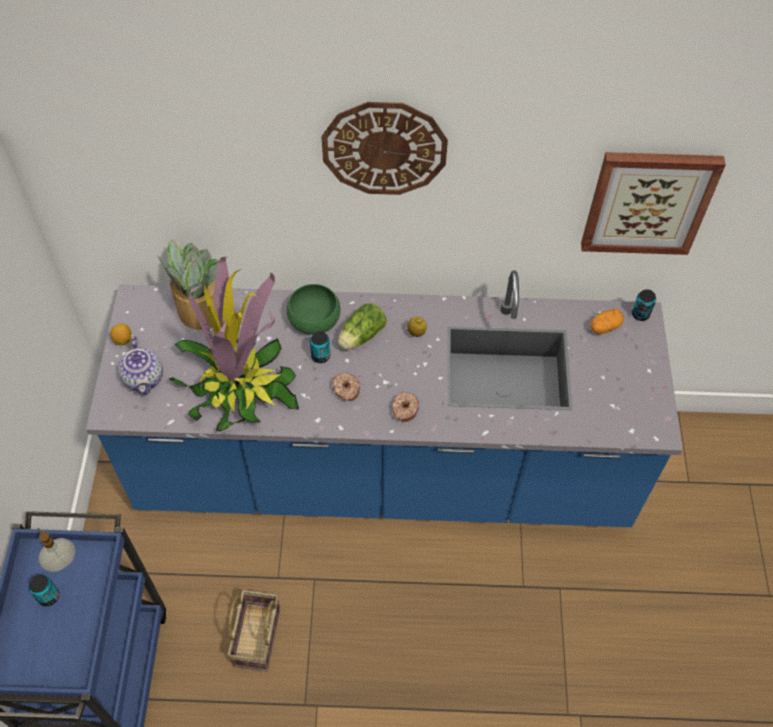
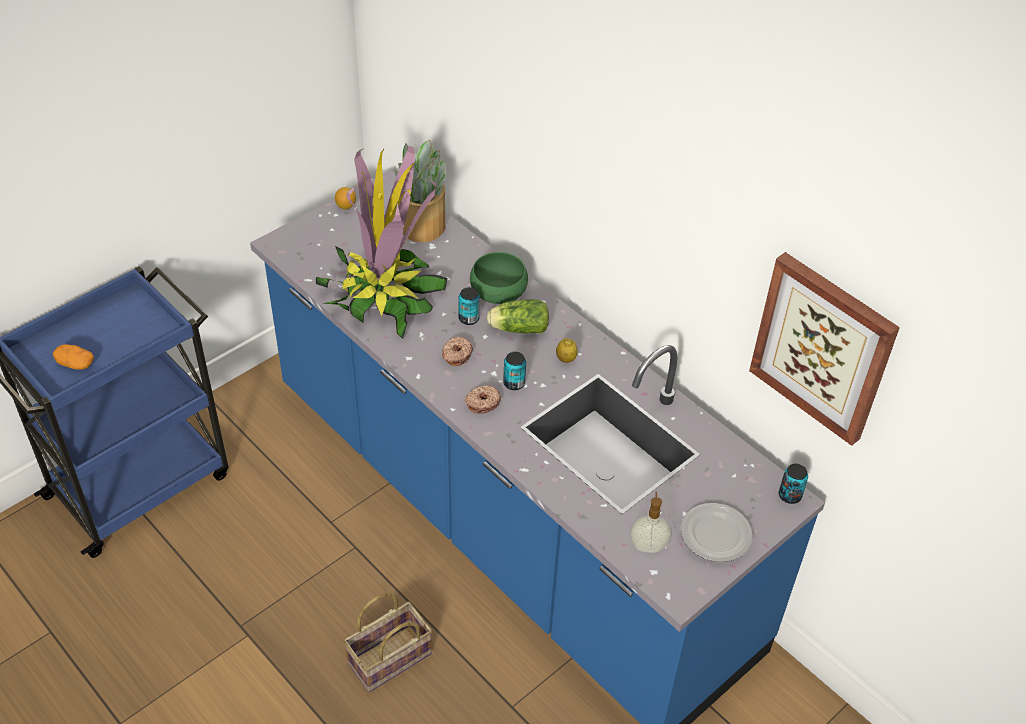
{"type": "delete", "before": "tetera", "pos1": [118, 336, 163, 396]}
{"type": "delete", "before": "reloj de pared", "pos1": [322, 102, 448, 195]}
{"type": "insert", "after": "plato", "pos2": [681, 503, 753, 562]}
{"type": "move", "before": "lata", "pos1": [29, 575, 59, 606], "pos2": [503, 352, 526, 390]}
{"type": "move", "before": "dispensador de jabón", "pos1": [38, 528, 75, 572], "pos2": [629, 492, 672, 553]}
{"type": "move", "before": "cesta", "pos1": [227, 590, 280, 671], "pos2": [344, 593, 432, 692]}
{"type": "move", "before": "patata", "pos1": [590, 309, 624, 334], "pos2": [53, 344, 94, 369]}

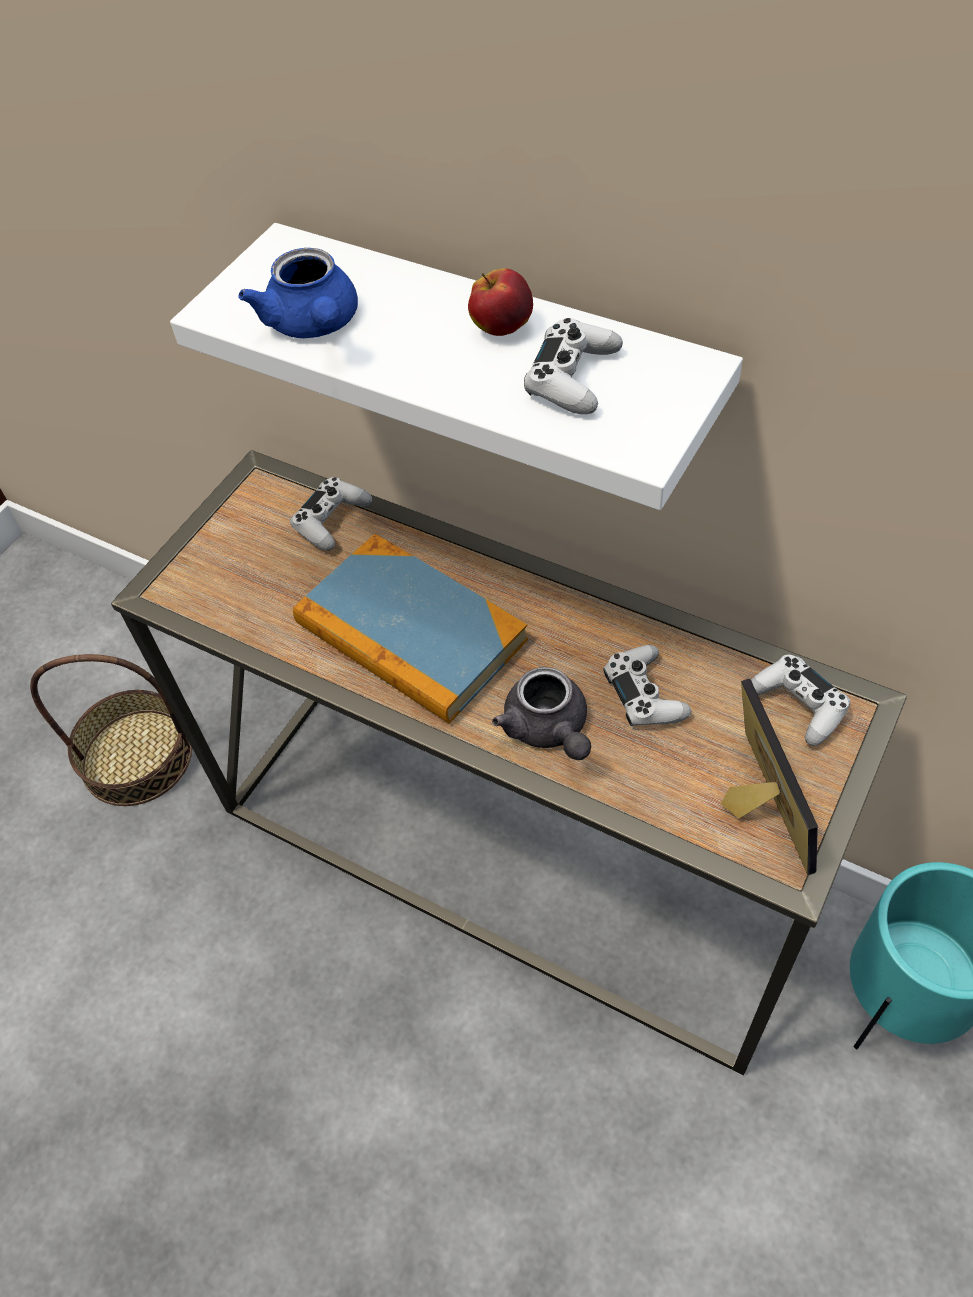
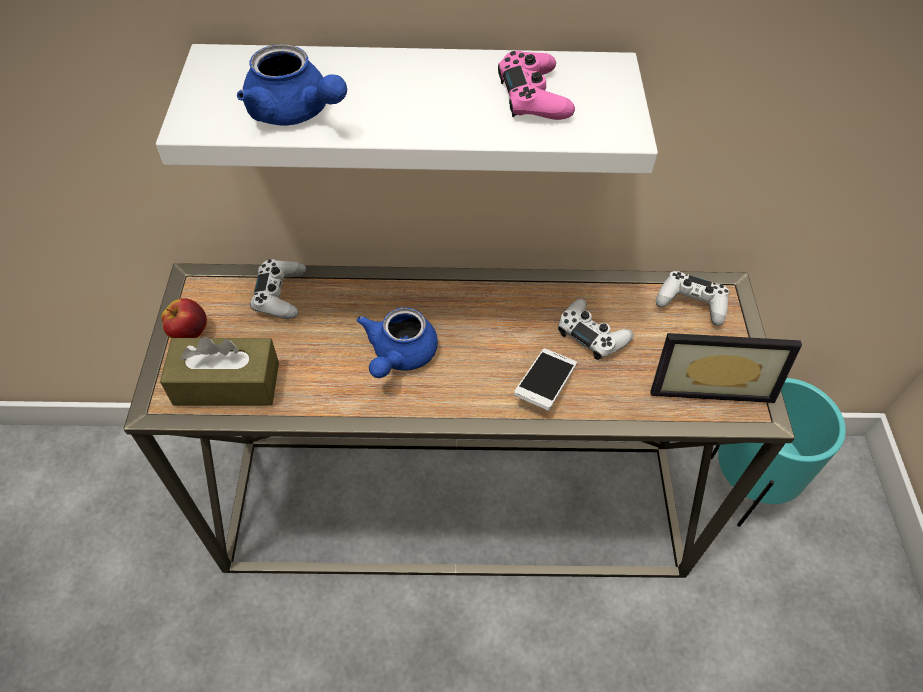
{"type": "delete", "before": "cesta", "pos1": [30, 654, 192, 806]}
{"type": "insert", "after": "caja de pañuelos/marrón", "pos2": [160, 337, 279, 406]}
{"type": "move", "before": "manzana", "pos1": [468, 268, 533, 336], "pos2": [161, 298, 207, 338]}
{"type": "replace", "before": "libro", "after": "tetera/azul", "pos1": [293, 534, 528, 724], "pos2": [356, 307, 438, 378]}
{"type": "replace", "before": "tetera/gris", "after": "móvil", "pos1": [492, 667, 591, 760], "pos2": [514, 348, 577, 410]}
{"type": "recolor", "before": "mando de consola/blanco", "after": "mando de consola/rosa", "pos1": [524, 318, 623, 414], "pos2": [498, 51, 575, 120]}
{"type": "rotate", "before": "portarretratos", "pos1": [721, 679, 818, 875], "pos2": [650, 333, 802, 403], "turn": 135}

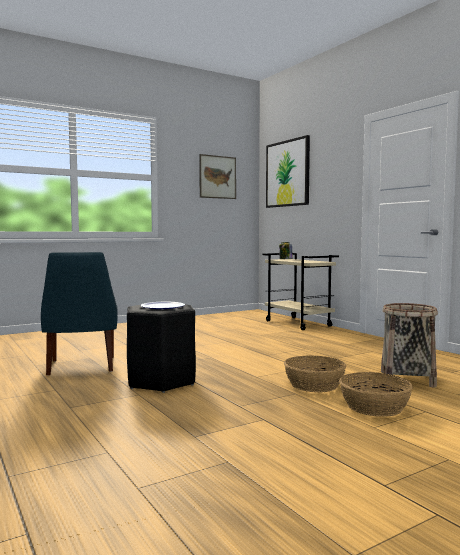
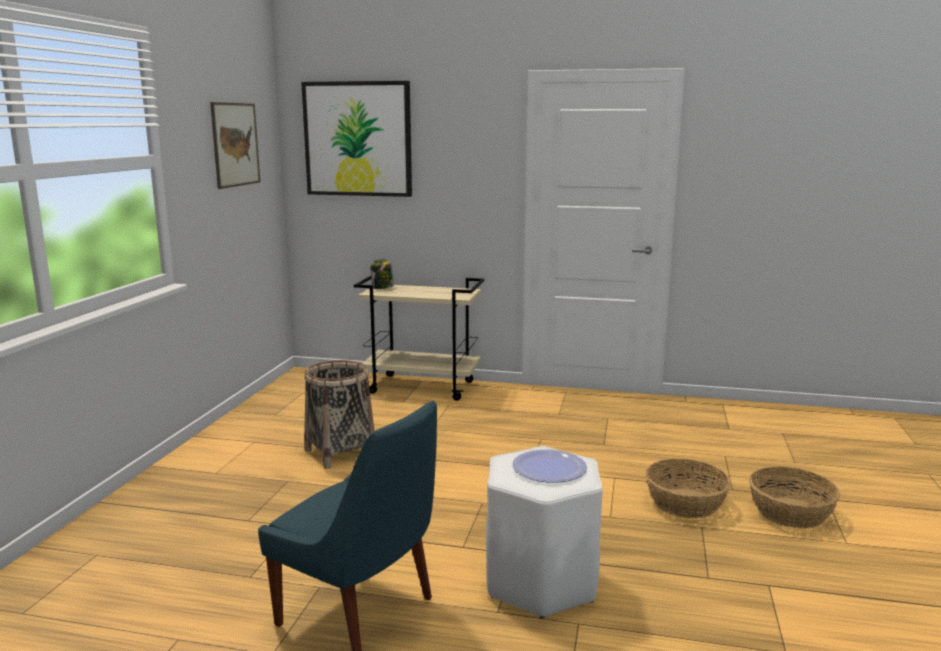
{"type": "move", "before": "cesta", "pos1": [381, 303, 438, 388], "pos2": [304, 360, 374, 469]}
{"type": "recolor", "before": "taburete/negro", "after": "taburete/blanco", "pos1": [127, 304, 196, 393], "pos2": [486, 446, 603, 619]}

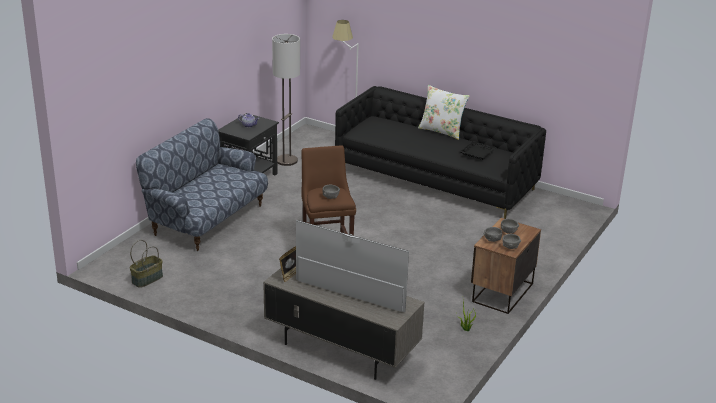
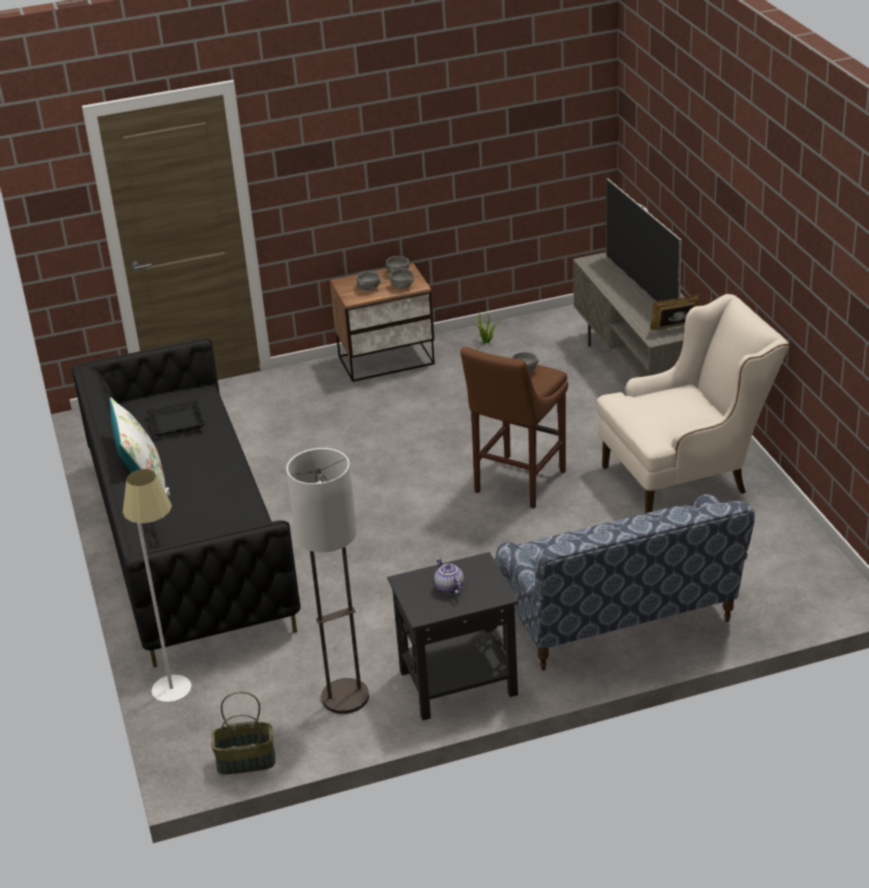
{"type": "insert", "after": "sillón/beis", "pos2": [597, 294, 790, 513]}
{"type": "move", "before": "cesta", "pos1": [130, 240, 163, 288], "pos2": [211, 692, 275, 775]}

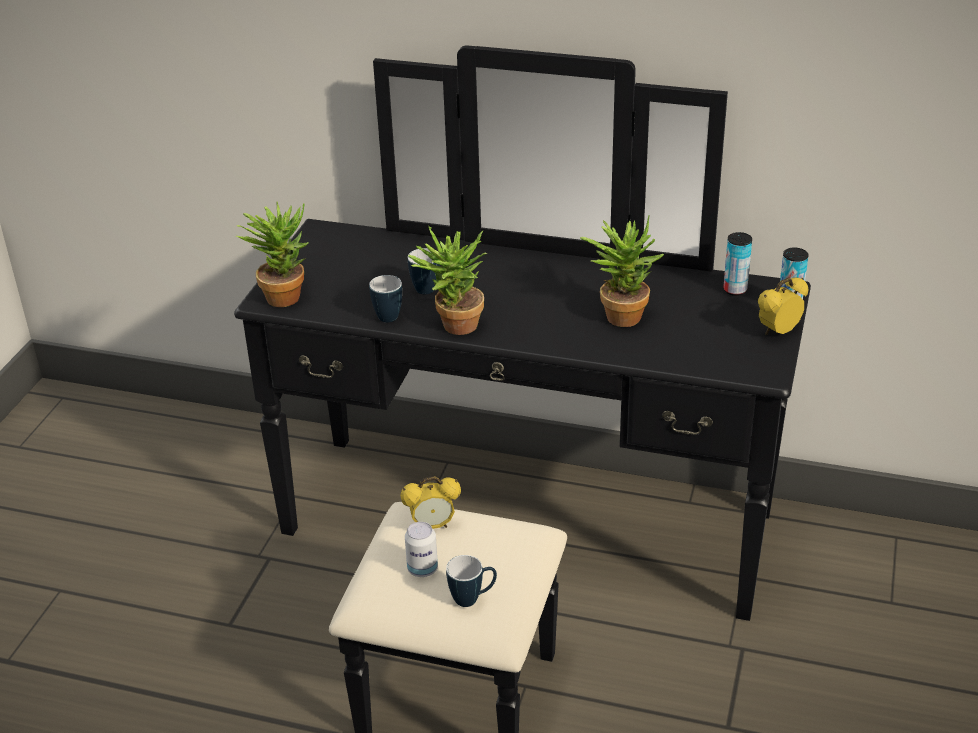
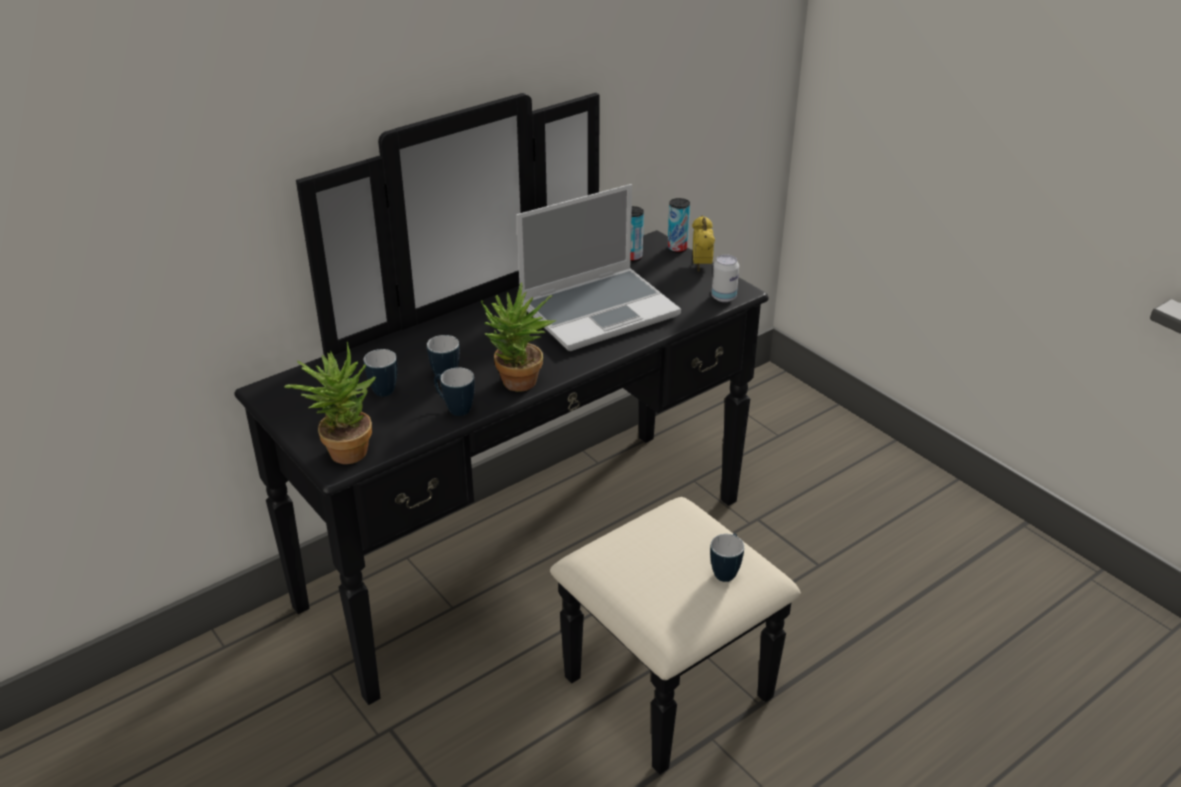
{"type": "delete", "before": "despertador", "pos1": [400, 476, 461, 529]}
{"type": "insert", "after": "taza grande", "pos2": [363, 349, 397, 397]}
{"type": "move", "before": "lata", "pos1": [405, 522, 438, 577], "pos2": [711, 254, 739, 302]}
{"type": "replace", "before": "planta en maceta", "after": "portátil", "pos1": [580, 216, 664, 327], "pos2": [517, 184, 681, 351]}

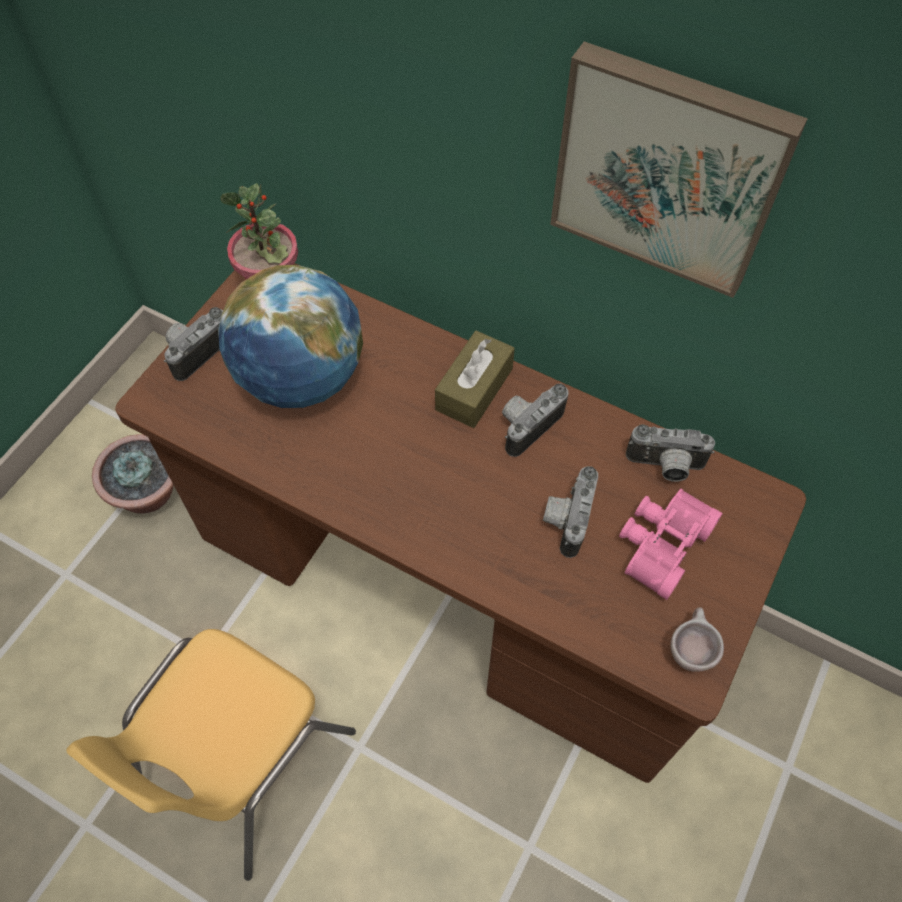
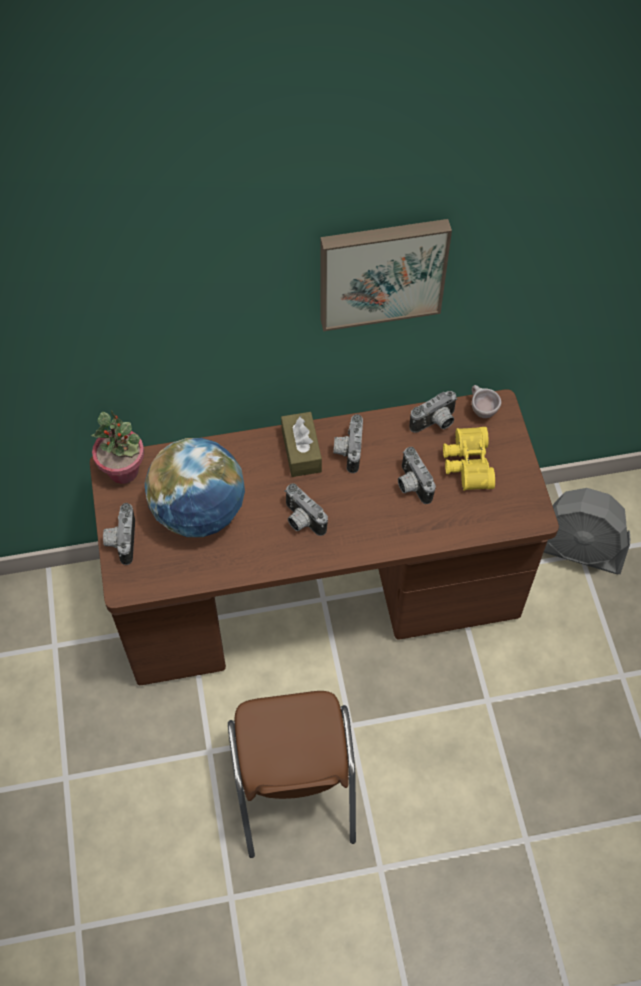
{"type": "delete", "before": "planta en maceta", "pos1": [92, 434, 174, 514]}
{"type": "insert", "after": "cámara", "pos2": [285, 483, 328, 536]}
{"type": "insert", "after": "ventilador/gris", "pos2": [543, 488, 630, 574]}
{"type": "move", "before": "taza/beis", "pos1": [670, 607, 724, 672], "pos2": [472, 385, 501, 418]}
{"type": "recolor", "before": "silla/amarillo", "after": "silla/marrón", "pos1": [66, 629, 356, 881], "pos2": [228, 691, 356, 858]}
{"type": "recolor", "before": "prismáticos/rosa", "after": "prismáticos/amarillo", "pos1": [619, 489, 723, 600], "pos2": [443, 427, 495, 491]}

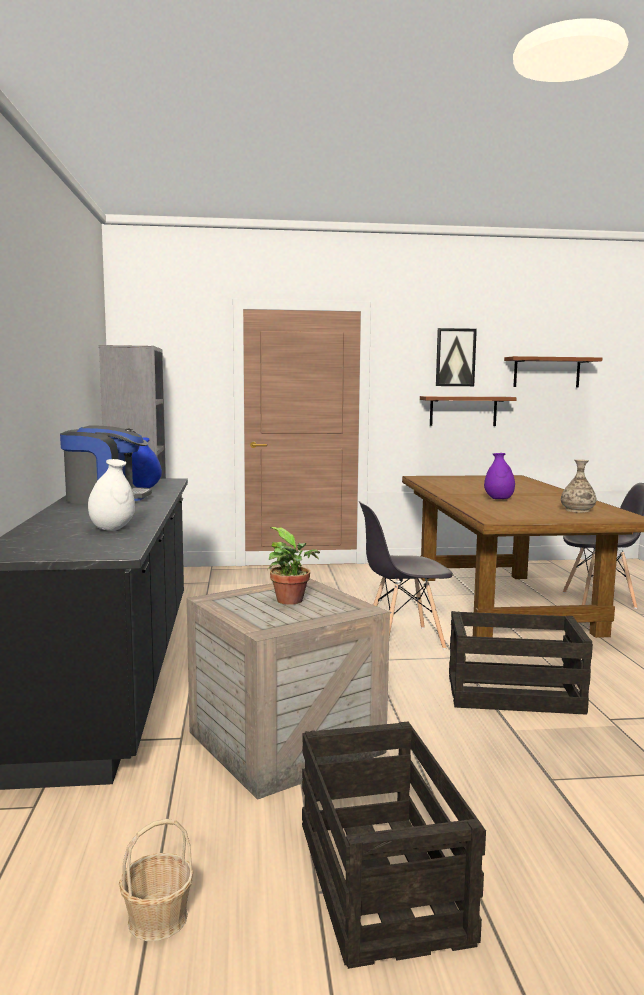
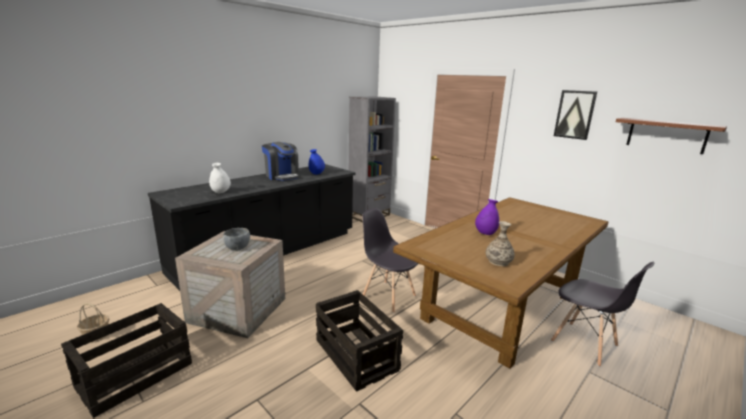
{"type": "delete", "before": "estante/marrón", "pos1": [420, 396, 517, 426]}
{"type": "replace", "before": "planta en maceta", "after": "cuenco/gris", "pos1": [267, 527, 320, 605], "pos2": [223, 228, 250, 251]}

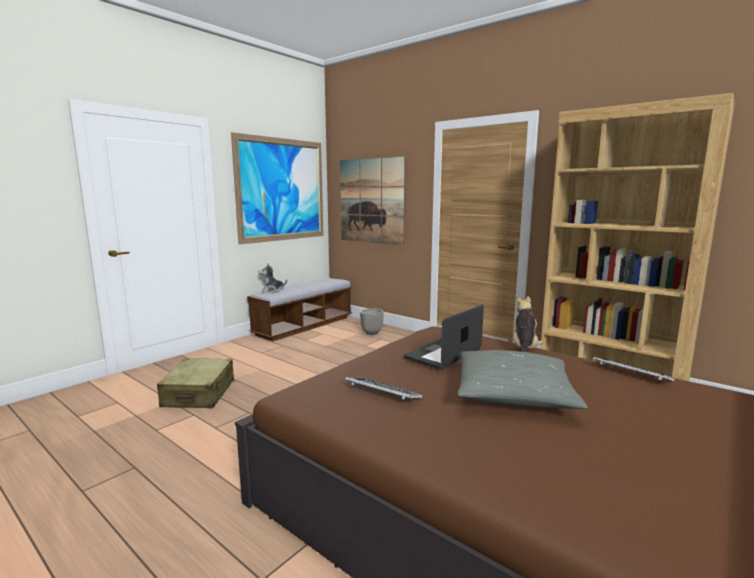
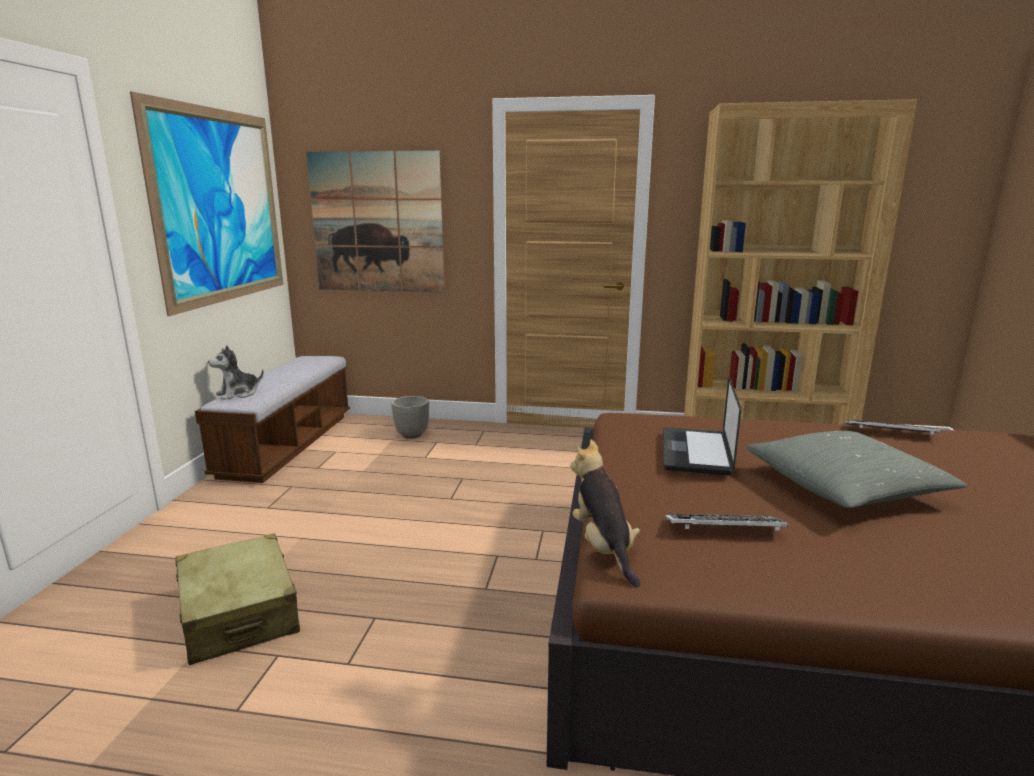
{"type": "move", "before": "peluche", "pos1": [513, 296, 543, 352], "pos2": [570, 439, 640, 587]}

